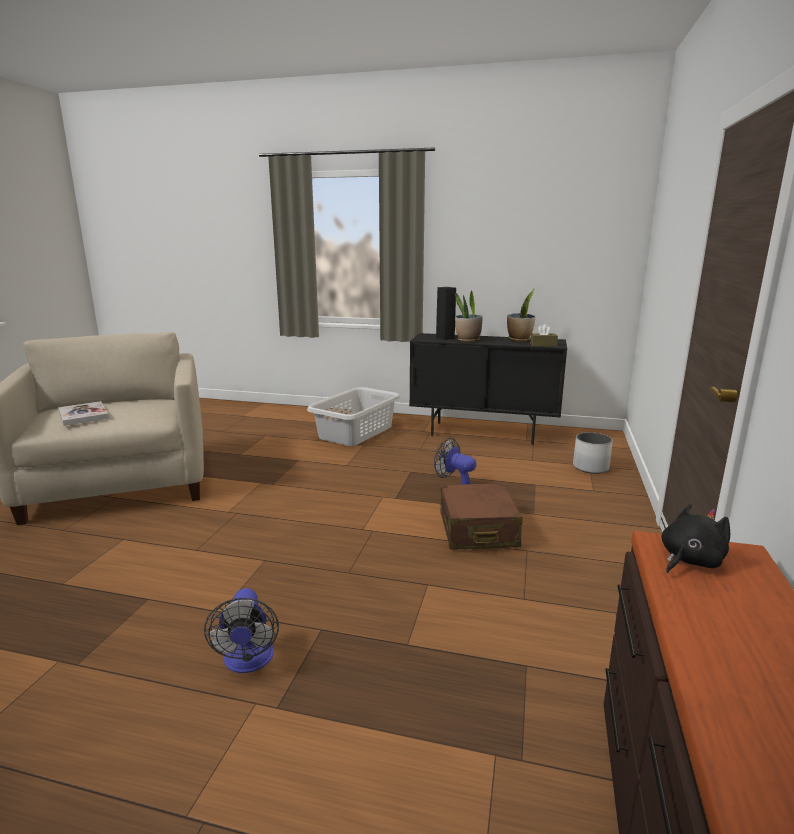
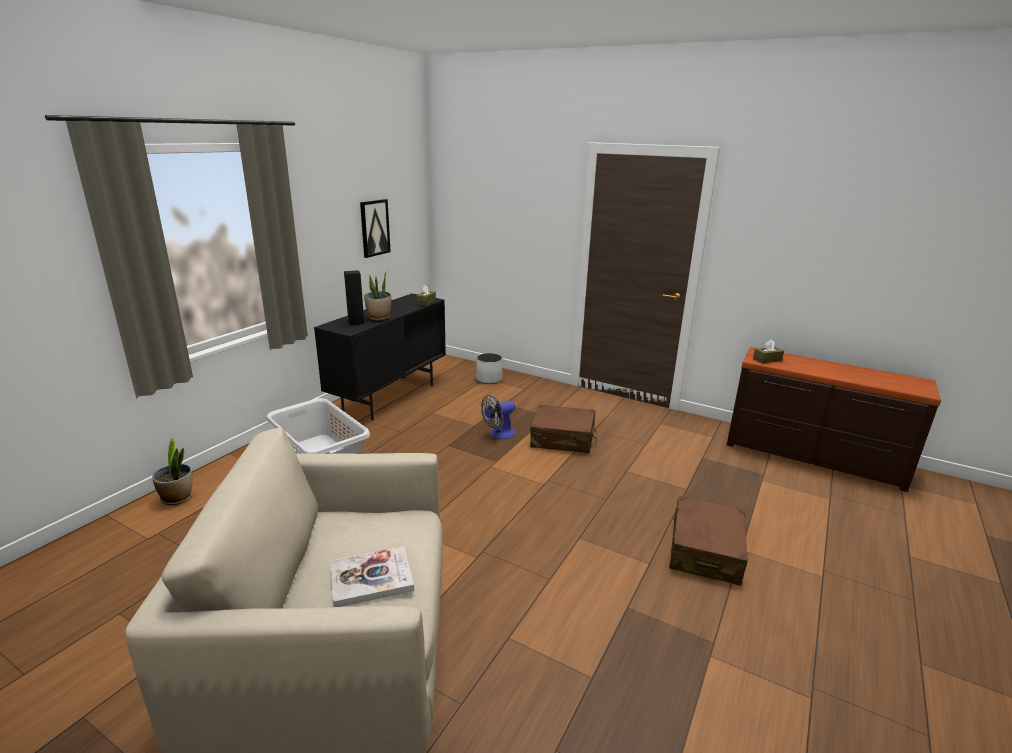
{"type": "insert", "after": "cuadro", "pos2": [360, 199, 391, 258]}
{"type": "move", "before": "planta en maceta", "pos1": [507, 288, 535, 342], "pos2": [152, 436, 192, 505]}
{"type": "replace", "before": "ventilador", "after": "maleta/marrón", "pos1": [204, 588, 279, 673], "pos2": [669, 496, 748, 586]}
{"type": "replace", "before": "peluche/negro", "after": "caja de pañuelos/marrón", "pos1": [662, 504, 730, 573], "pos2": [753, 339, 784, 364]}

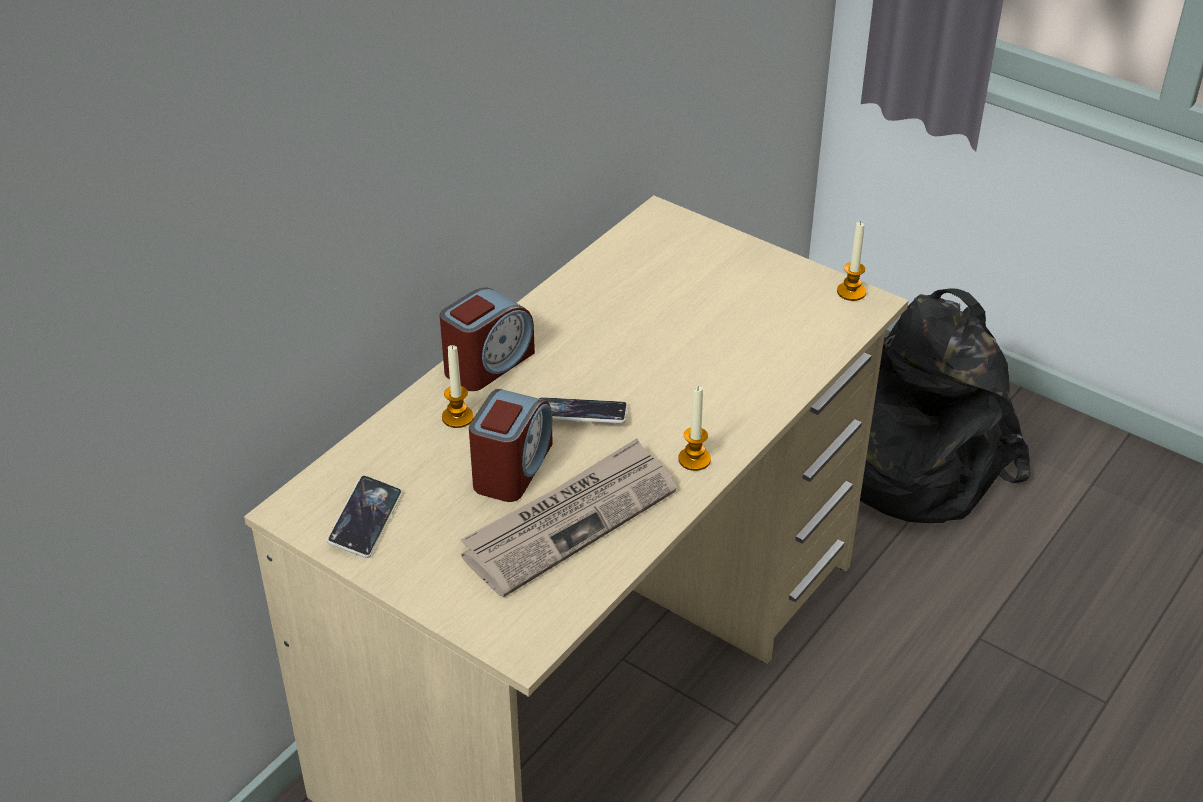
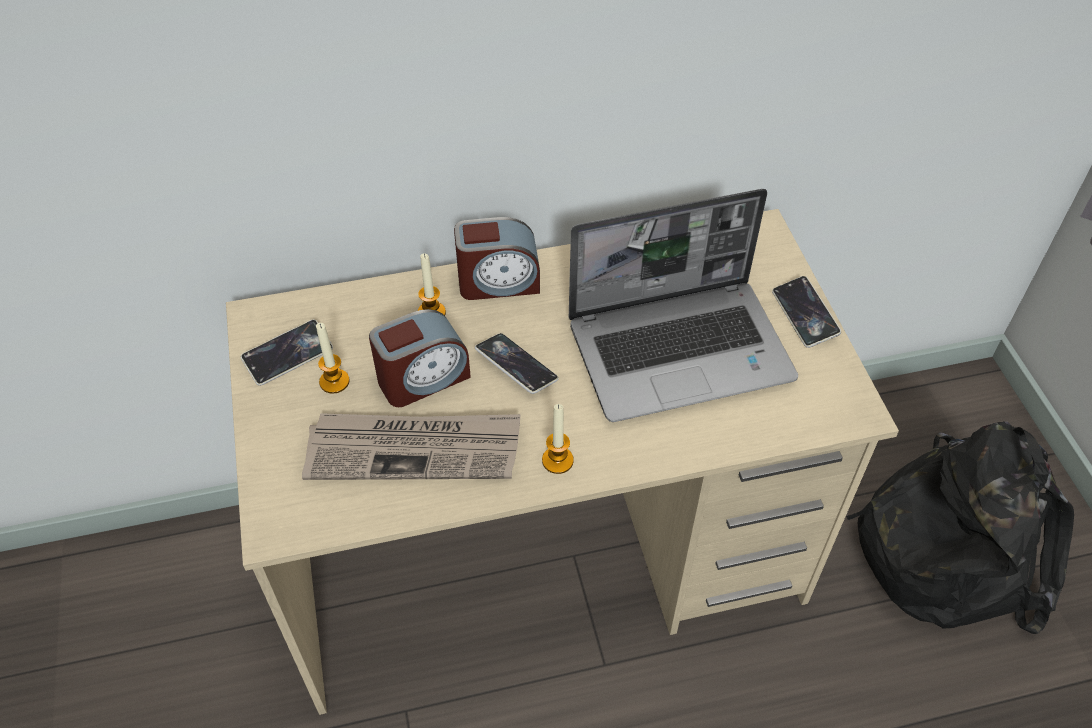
{"type": "insert", "after": "portátil", "pos2": [569, 189, 798, 422]}
{"type": "insert", "after": "móvil", "pos2": [772, 276, 841, 348]}
{"type": "move", "before": "vela", "pos1": [837, 221, 866, 301], "pos2": [316, 323, 350, 394]}

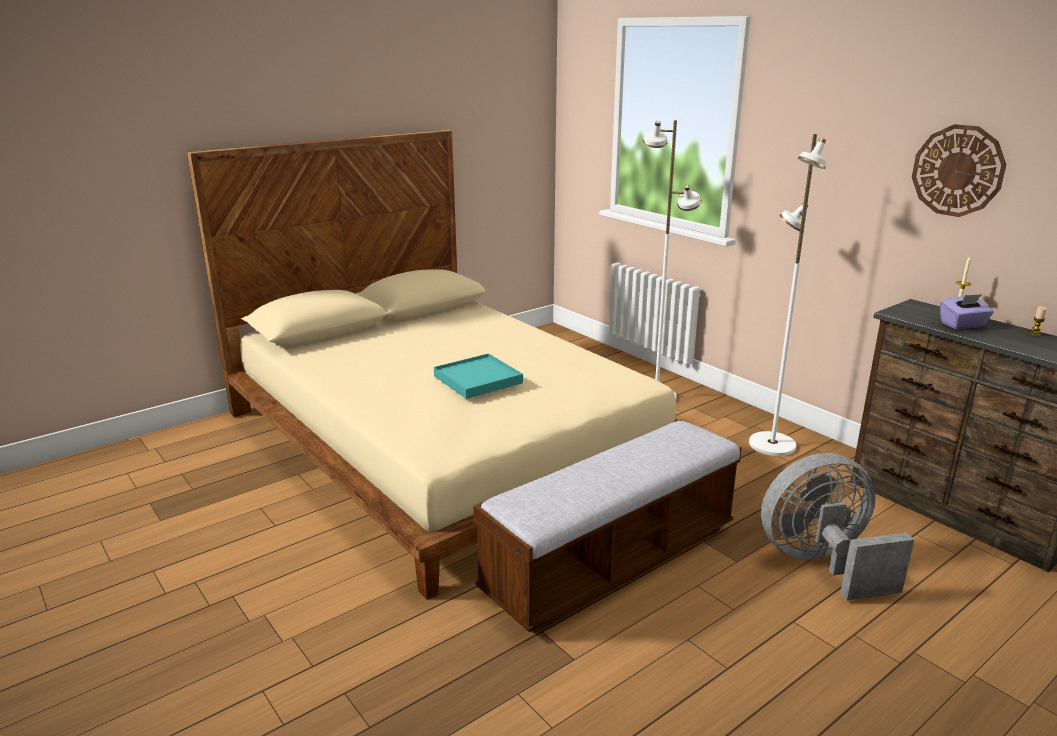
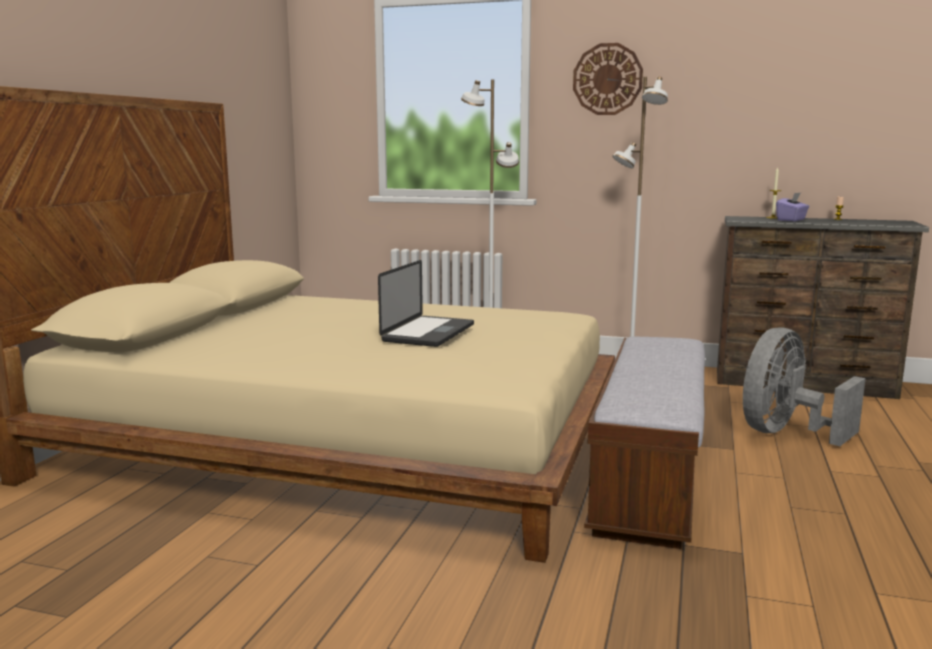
{"type": "move", "before": "reloj de pared", "pos1": [912, 124, 1006, 217], "pos2": [573, 43, 643, 115]}
{"type": "replace", "before": "bandeja/turquesa", "after": "portátil", "pos1": [434, 353, 523, 399], "pos2": [378, 260, 474, 347]}

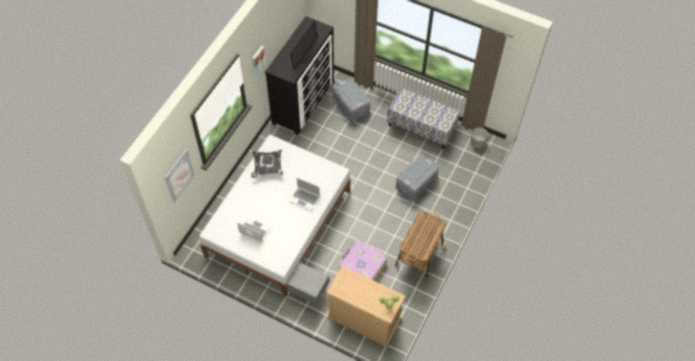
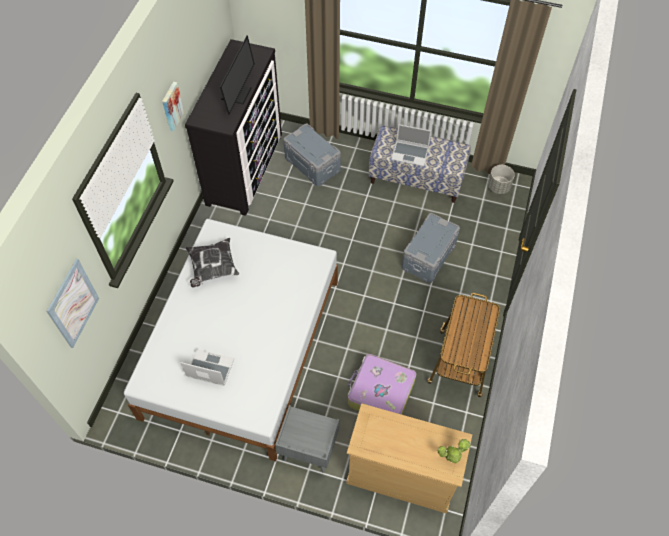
{"type": "move", "before": "portátil", "pos1": [289, 178, 320, 211], "pos2": [391, 124, 431, 167]}

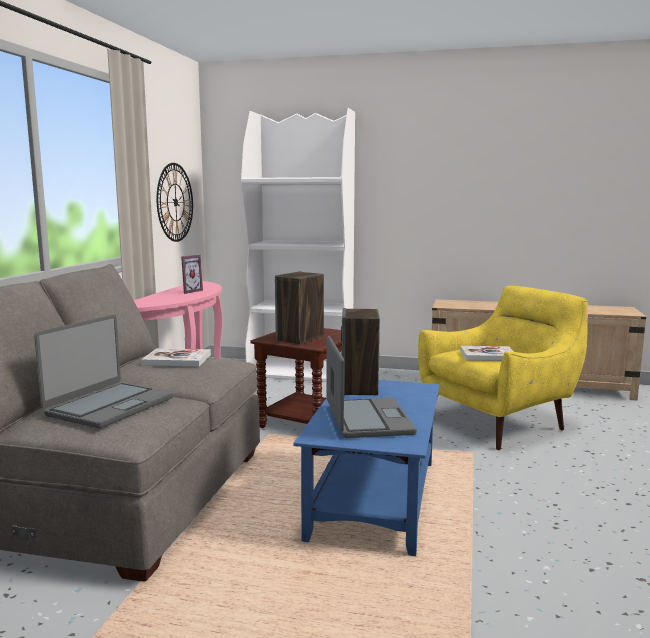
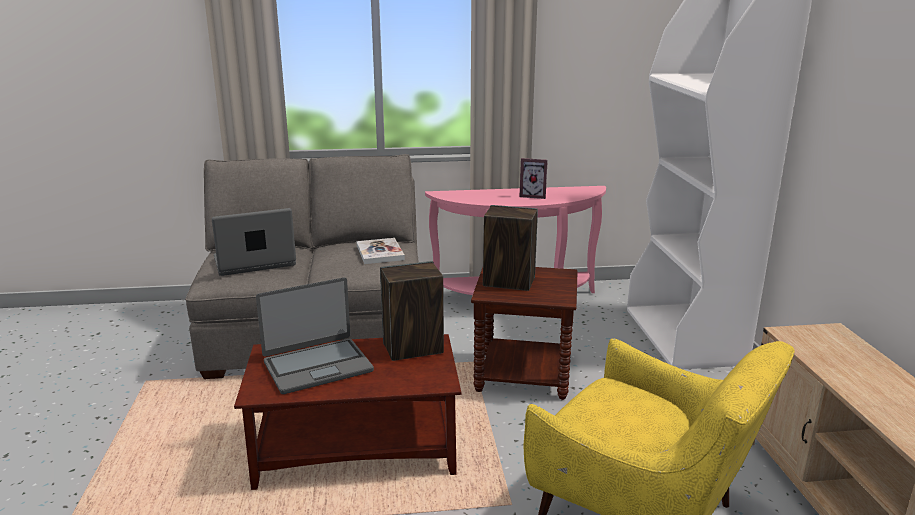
{"type": "delete", "before": "reloj de pared", "pos1": [156, 163, 193, 242]}
{"type": "delete", "before": "libro", "pos1": [460, 346, 514, 361]}
{"type": "recolor", "before": "mesa de centro/azul", "after": "mesa de centro/marrón", "pos1": [293, 380, 440, 556], "pos2": [234, 334, 461, 490]}
{"type": "rotate", "before": "portátil", "pos1": [34, 315, 173, 429], "pos2": [212, 208, 296, 276], "turn": 150}

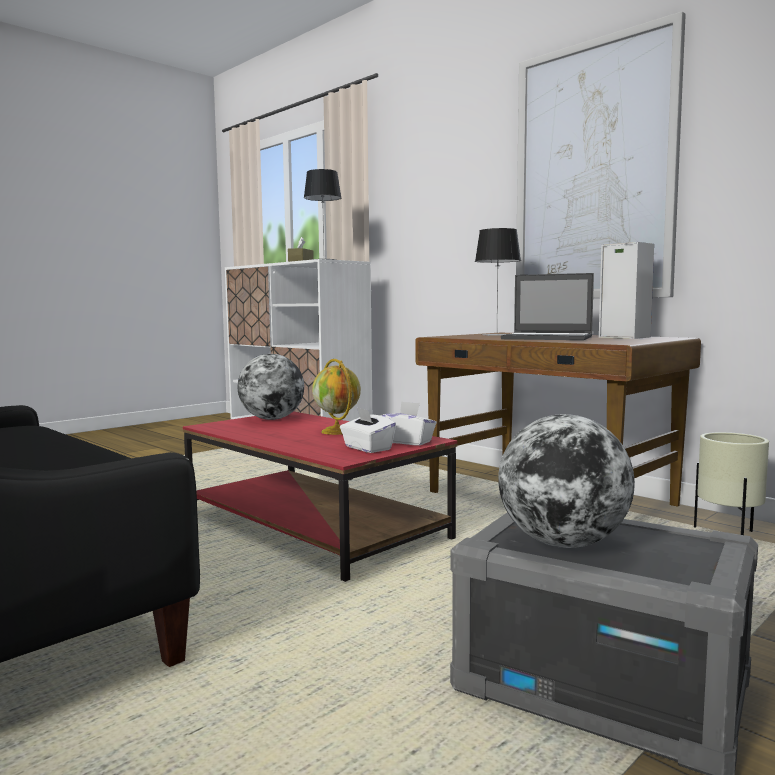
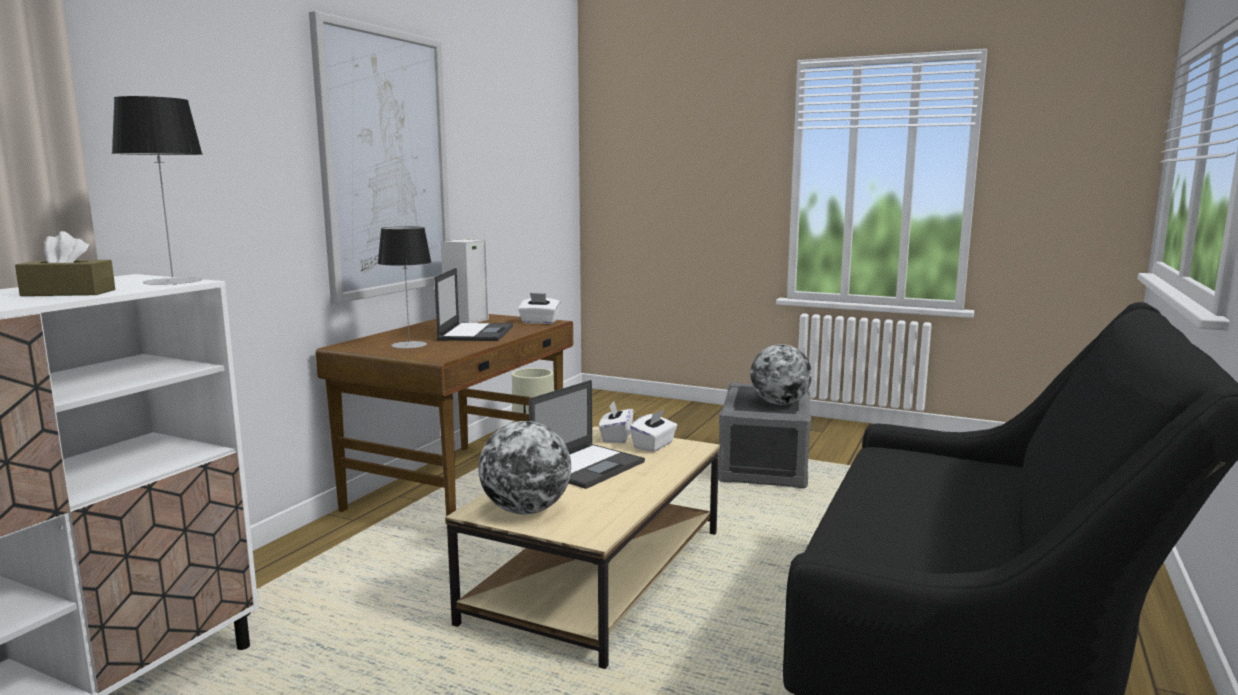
{"type": "insert", "after": "caja de pañuelos/blanco", "pos2": [518, 293, 561, 324]}
{"type": "replace", "before": "globo terráqueo", "after": "portátil", "pos1": [312, 359, 361, 435], "pos2": [529, 380, 645, 489]}
{"type": "recolor", "before": "mesa de centro/rojo", "after": "mesa de centro/beis", "pos1": [183, 411, 457, 582], "pos2": [445, 426, 720, 669]}

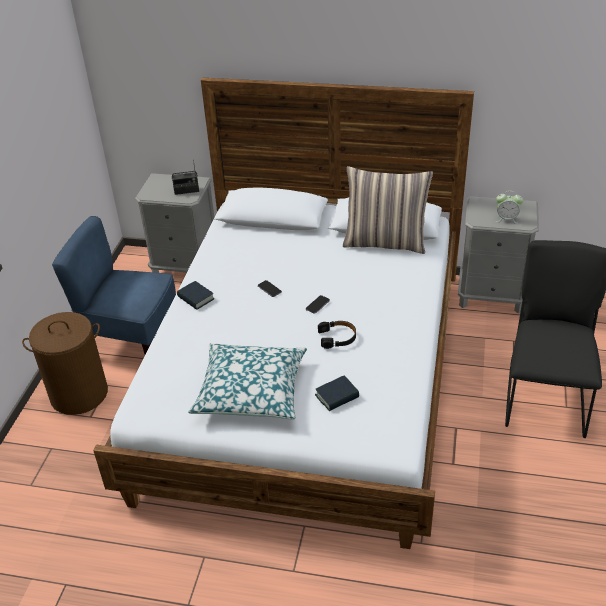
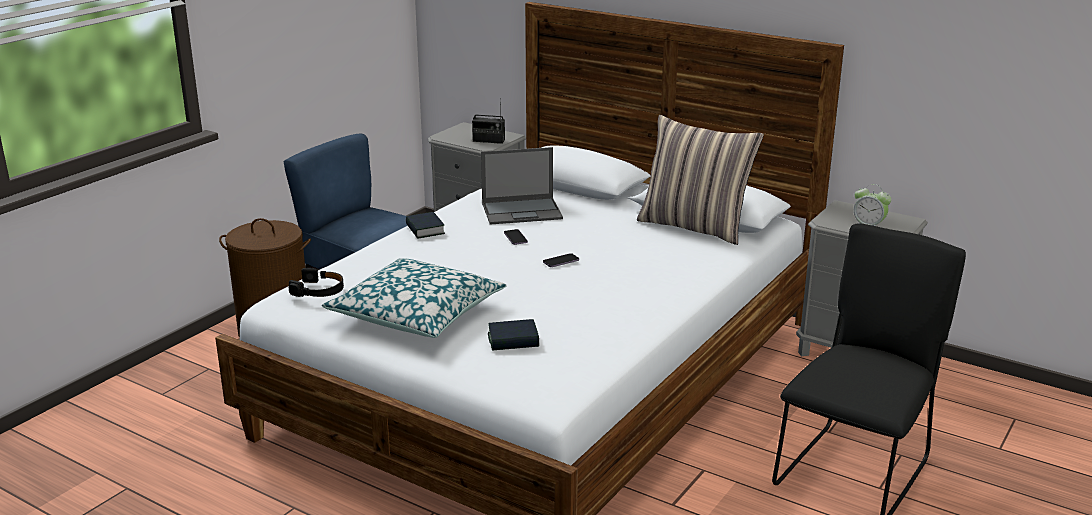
{"type": "insert", "after": "portátil", "pos2": [481, 147, 563, 225]}
{"type": "move", "before": "auriculares/negro", "pos1": [318, 321, 356, 349], "pos2": [289, 268, 344, 297]}

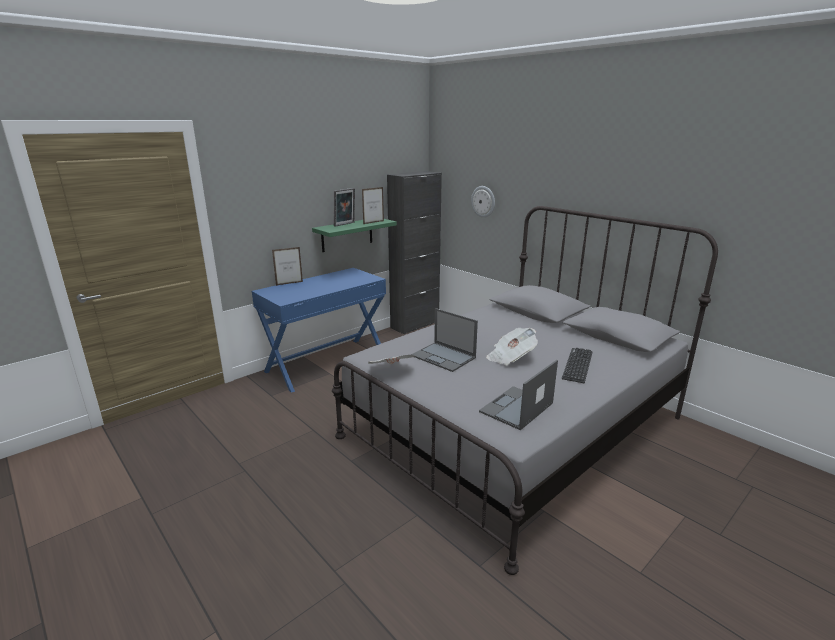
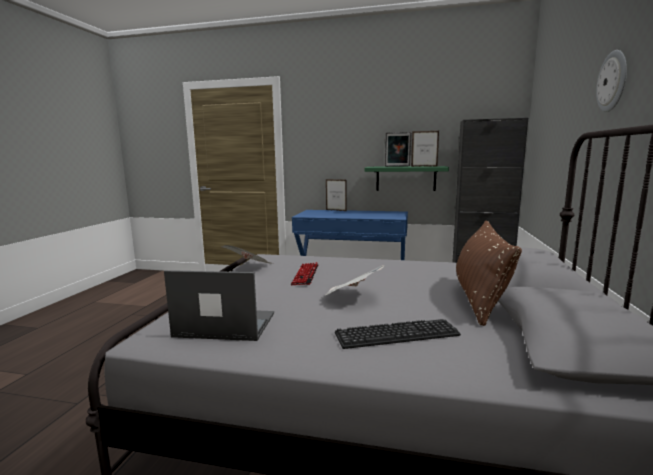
{"type": "insert", "after": "cojín/marrón", "pos2": [456, 220, 522, 326]}
{"type": "move", "before": "reloj de pared", "pos1": [471, 186, 495, 218], "pos2": [596, 50, 627, 112]}
{"type": "replace", "before": "portátil", "after": "teclado", "pos1": [411, 308, 478, 372], "pos2": [291, 262, 319, 285]}

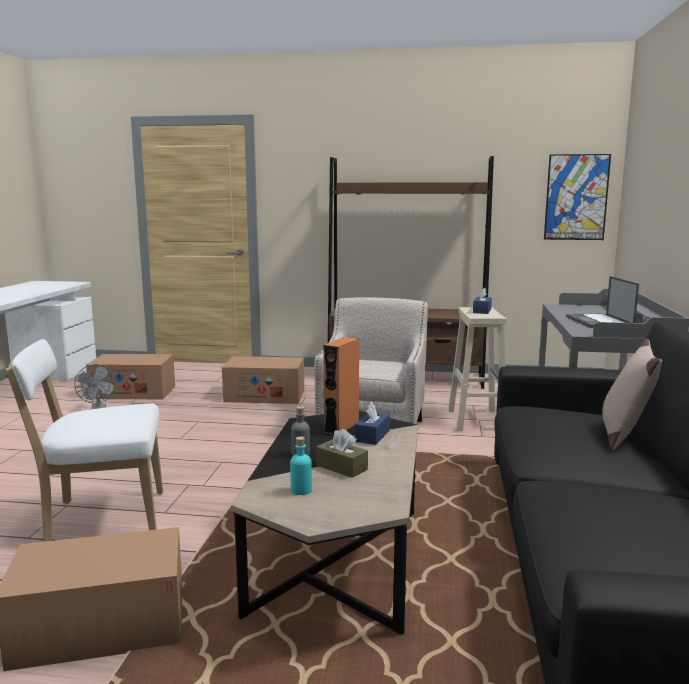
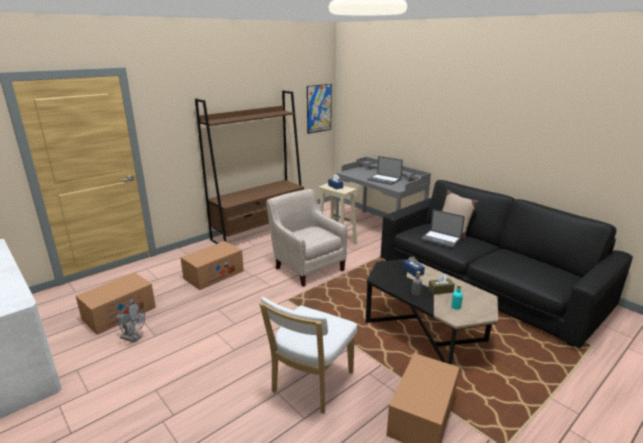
{"type": "delete", "before": "altavoz/naranja", "pos1": [323, 337, 359, 435]}
{"type": "insert", "after": "portátil", "pos2": [420, 209, 465, 248]}

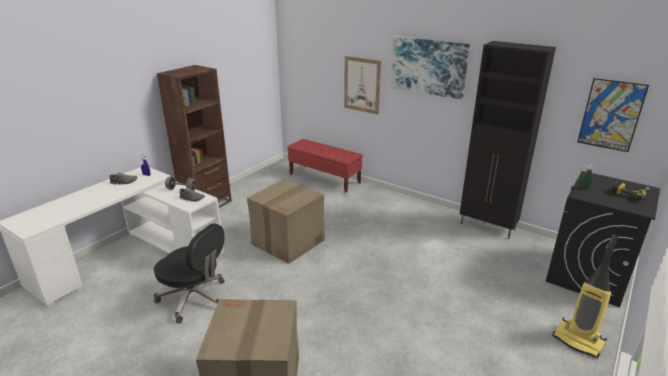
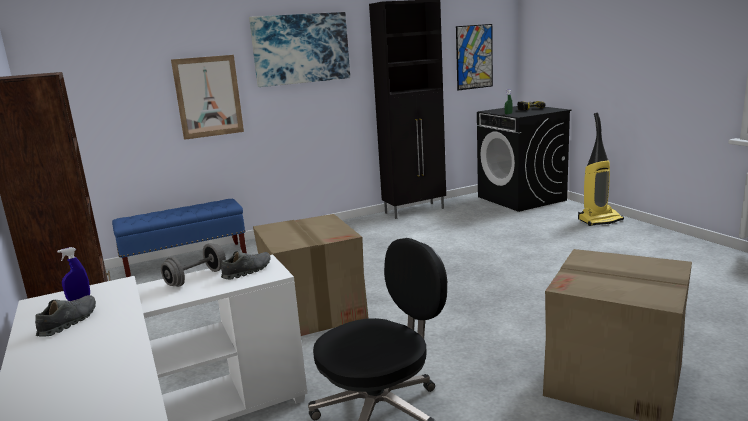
{"type": "recolor", "before": "banco/rojo", "after": "banco/azul", "pos1": [287, 139, 363, 193], "pos2": [112, 199, 247, 277]}

